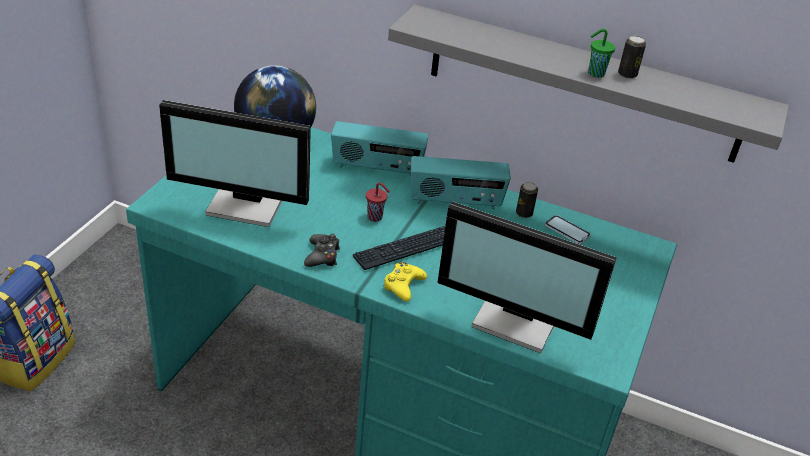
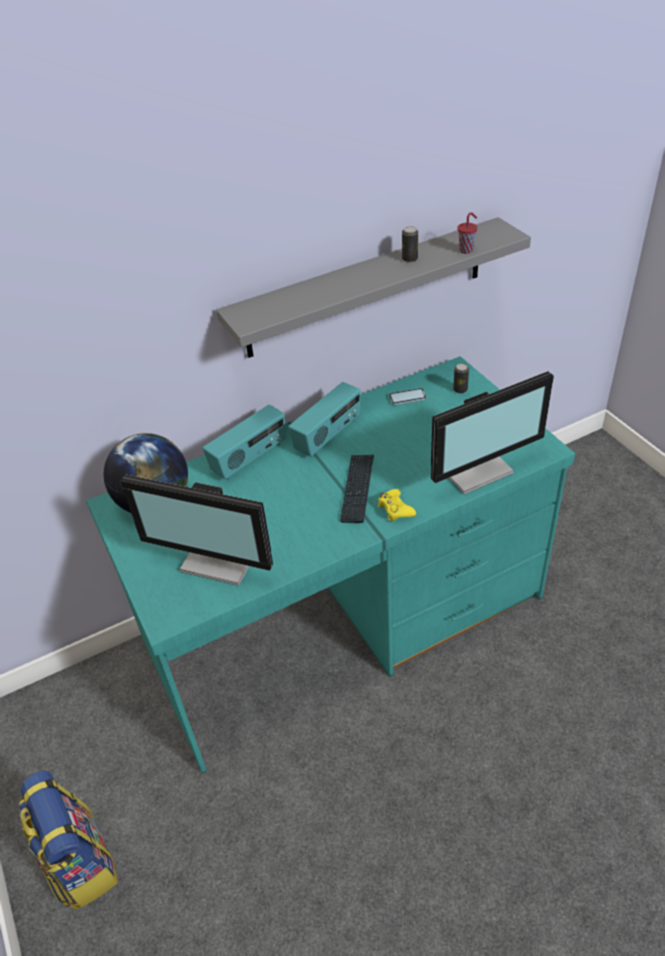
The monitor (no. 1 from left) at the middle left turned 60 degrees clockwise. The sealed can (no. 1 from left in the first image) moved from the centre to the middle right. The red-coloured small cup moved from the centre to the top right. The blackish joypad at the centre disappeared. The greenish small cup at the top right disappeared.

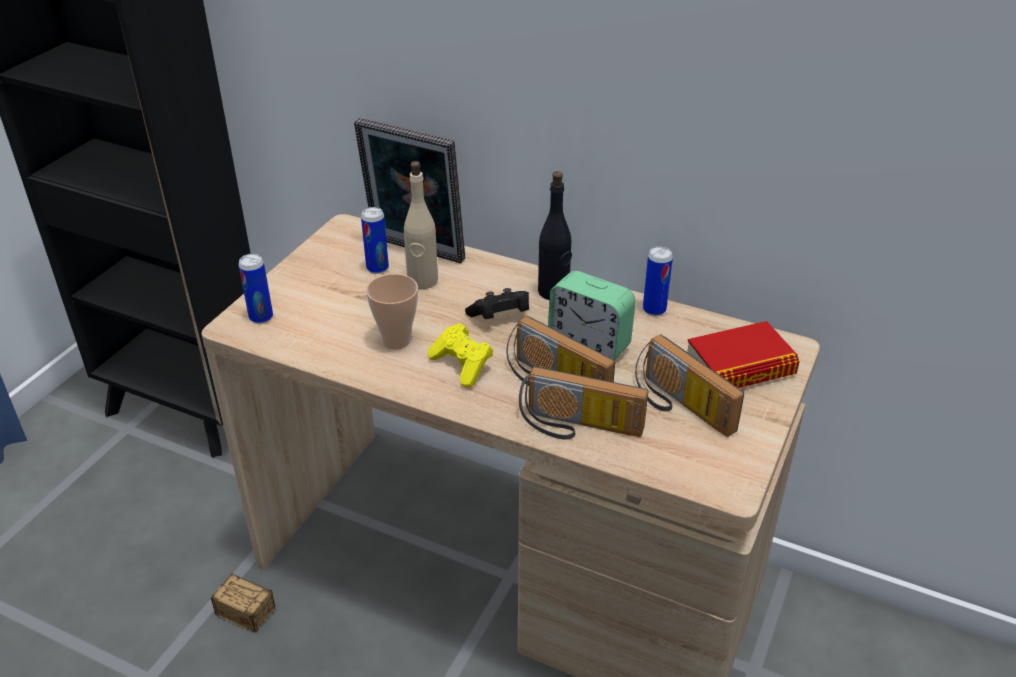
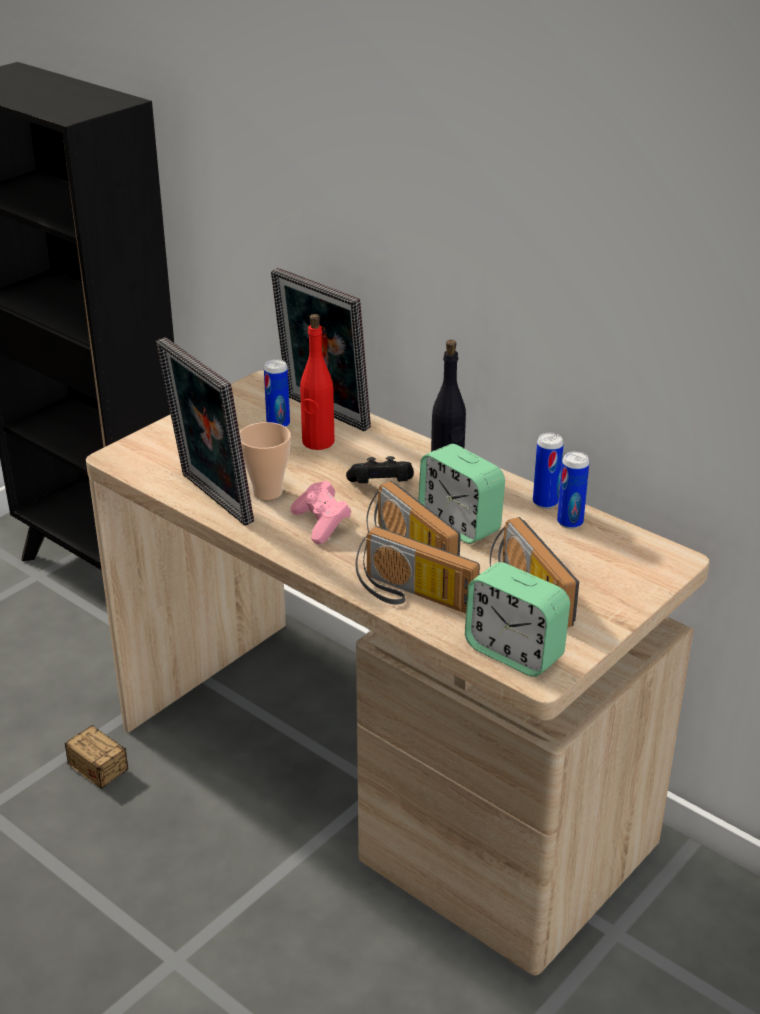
The standing frame (no. 1 from left) at the middle left appeared. The yellowish joypad at the centre became the pink joypad at the centre. The sand-coloured beverage bottle at the top centre became the red-coloured beverage bottle at the centre. The table clock (no. 2 from left) at the middle right appeared. The sealed can (no. 1 from left in the first image) moved from the middle left to the middle right. The volume at the middle right disappeared.

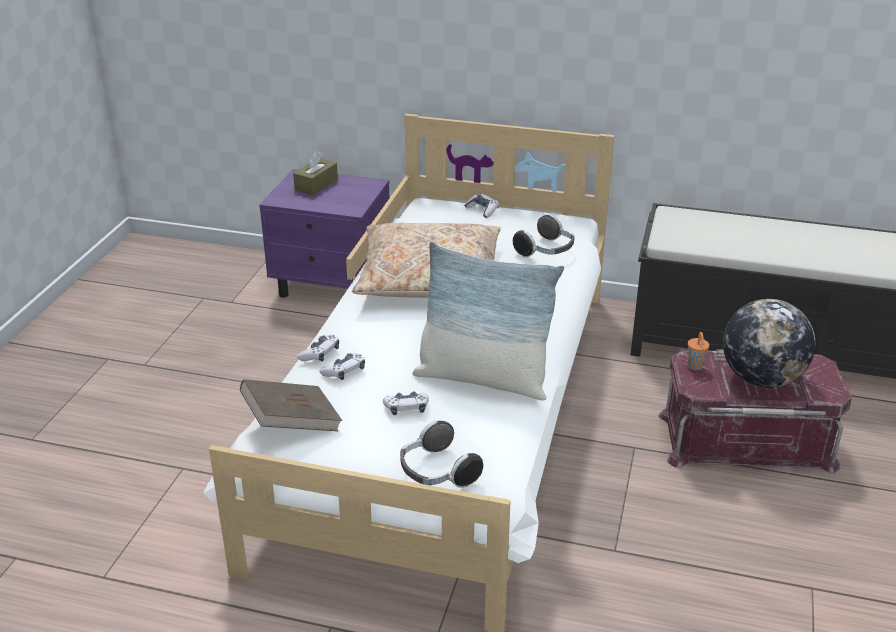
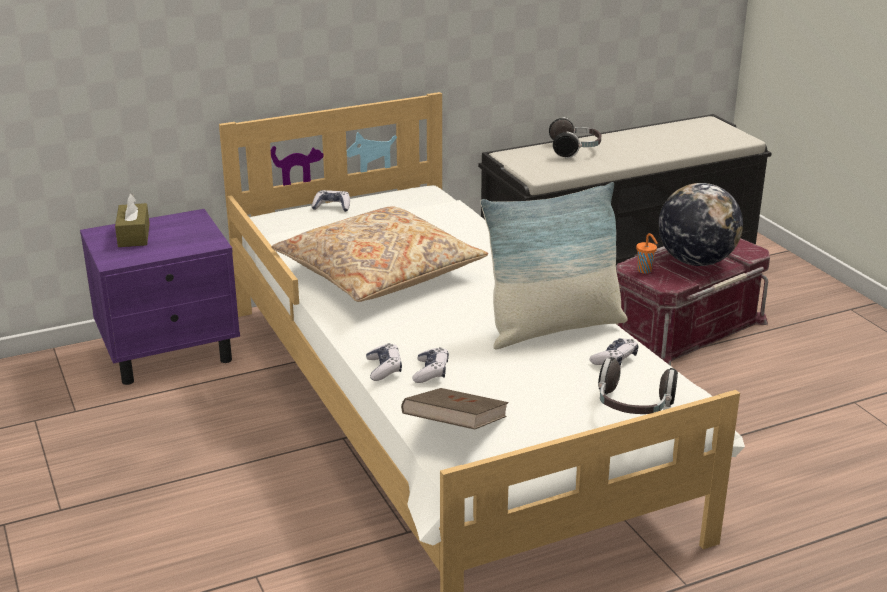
The pair of headphones (no. 2 from left in the first image) moved from the centre to the top centre. The joypad (no. 3 from left in the first image) moved from the centre to the middle right.

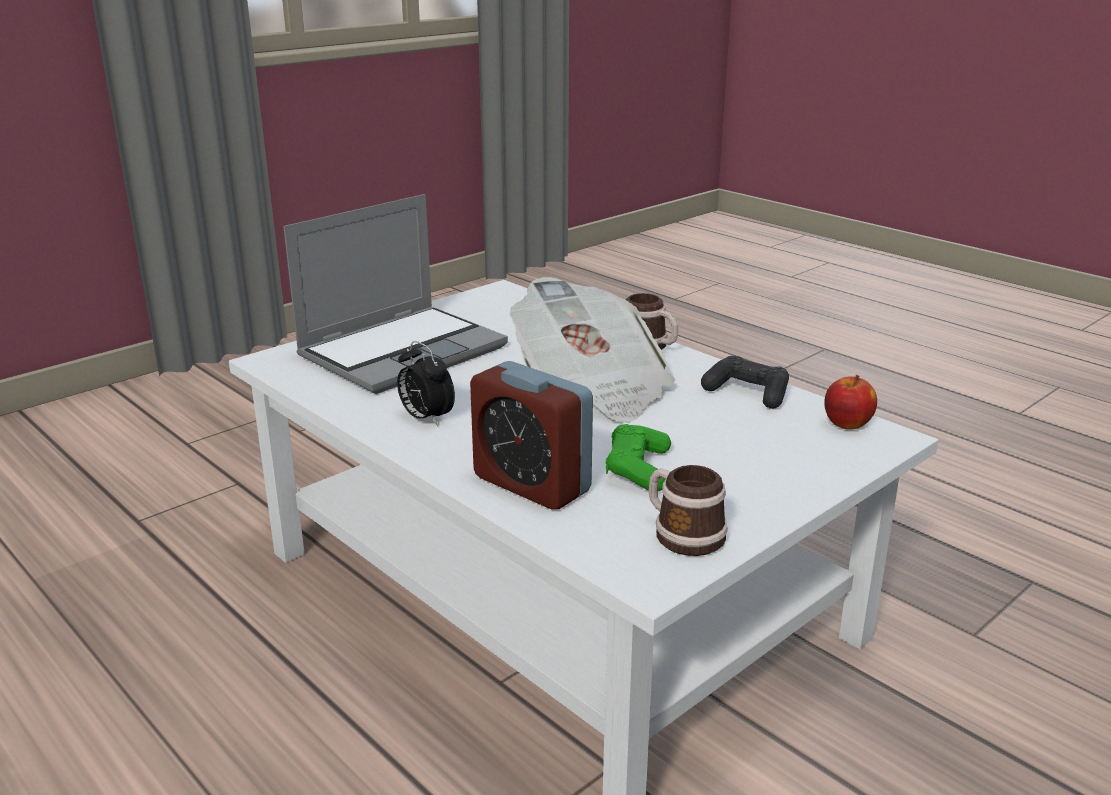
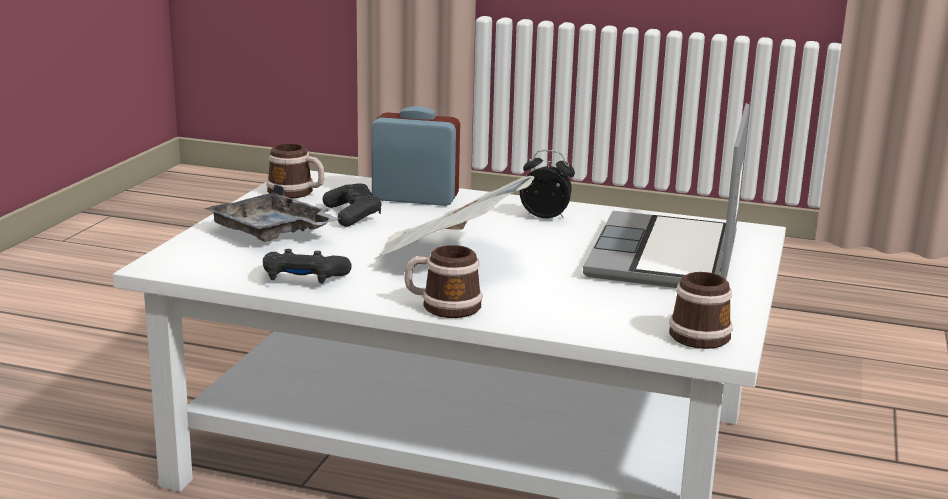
The grey serving tray at the middle left appeared. The greenish joypad at the centre became the blackish joypad (no. 2 from left) at the centre. The tea mug (no. 3 from left) at the middle right appeared. The apple at the middle right disappeared.

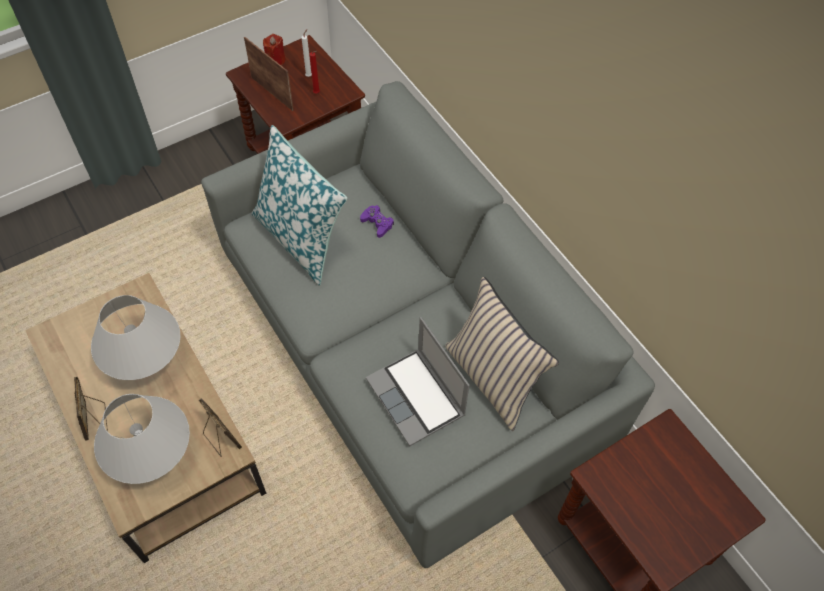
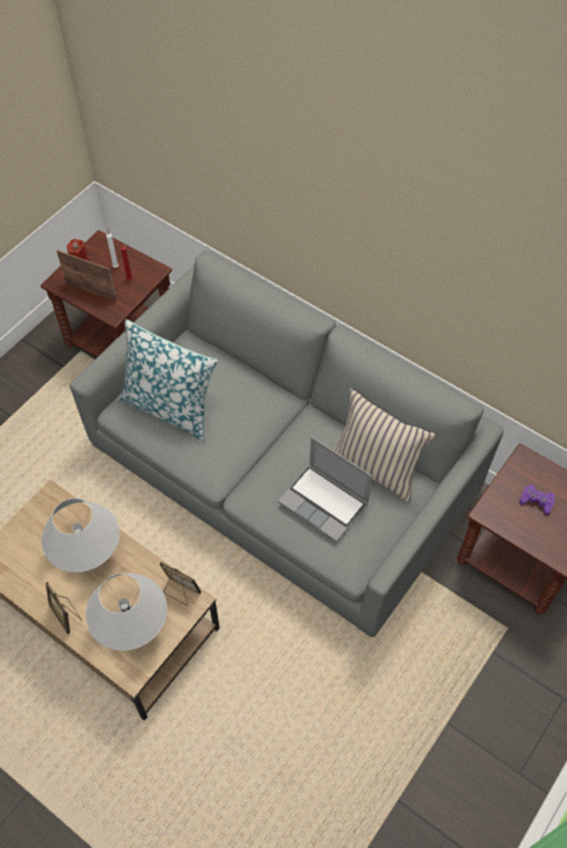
The purple joypad moved from the centre to the middle right.

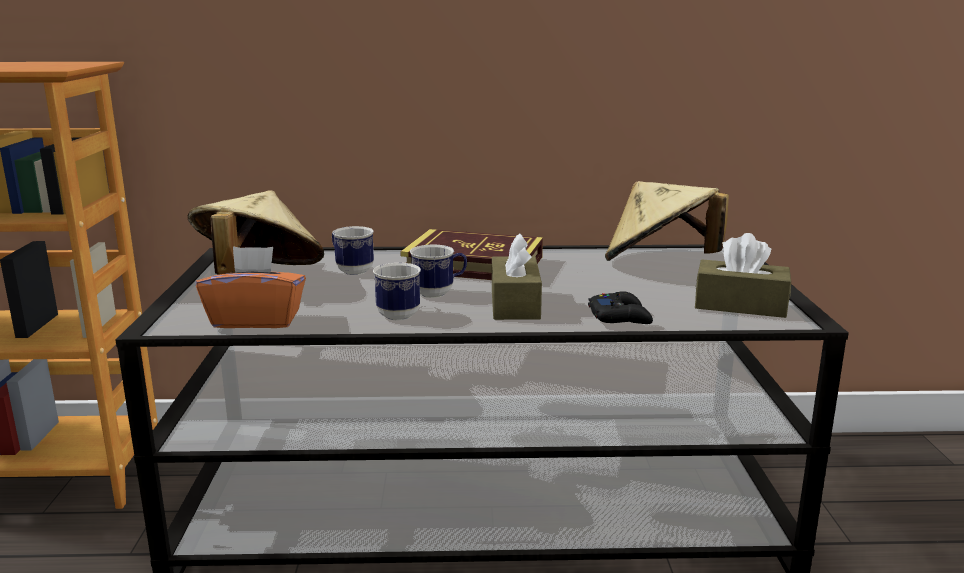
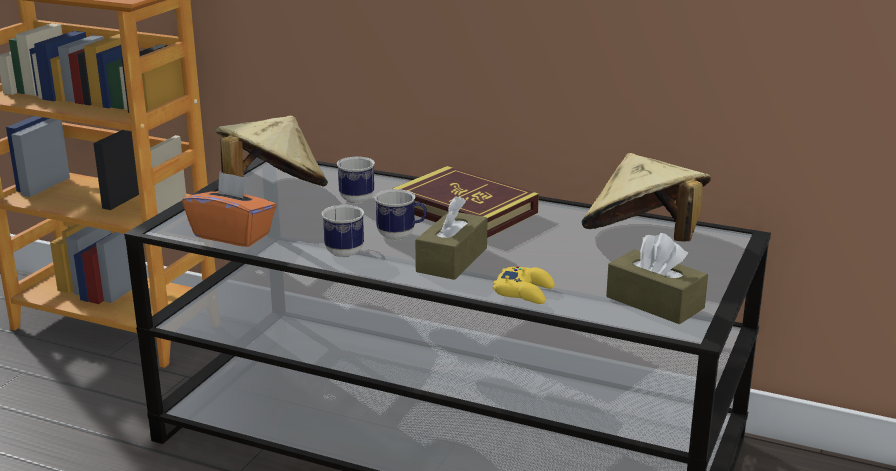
The blackish joypad at the centre became the yellowish joypad at the centre.

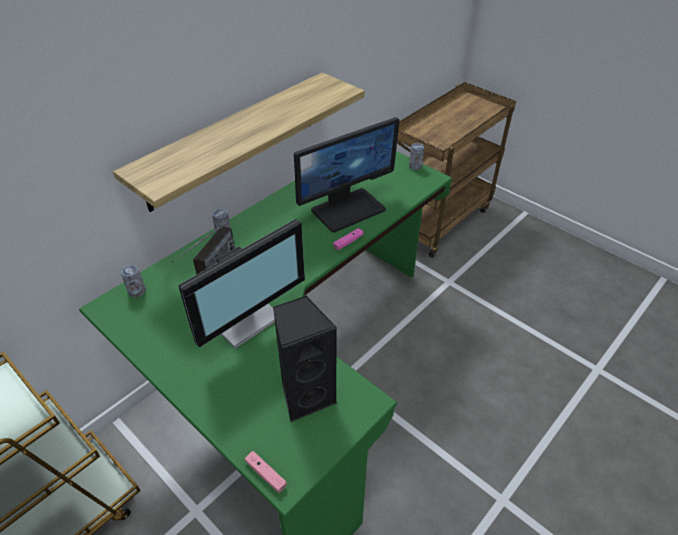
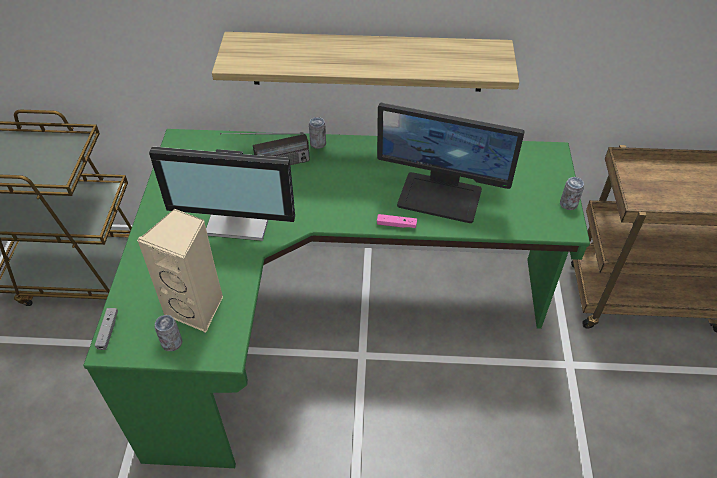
The pink joypad (no. 1 from left) at the bottom centre became the grey joypad at the bottom left. The blackish audio speaker at the bottom centre became the sand-coloured audio speaker at the middle left. The sealed can (no. 1 from left) moved from the middle left to the bottom left.

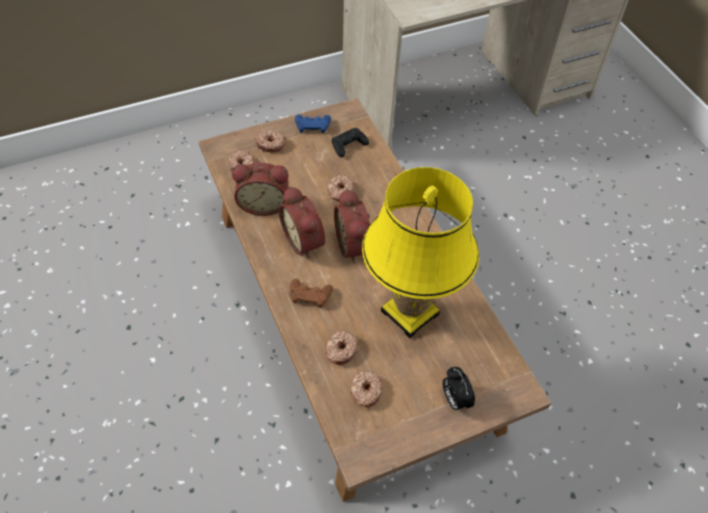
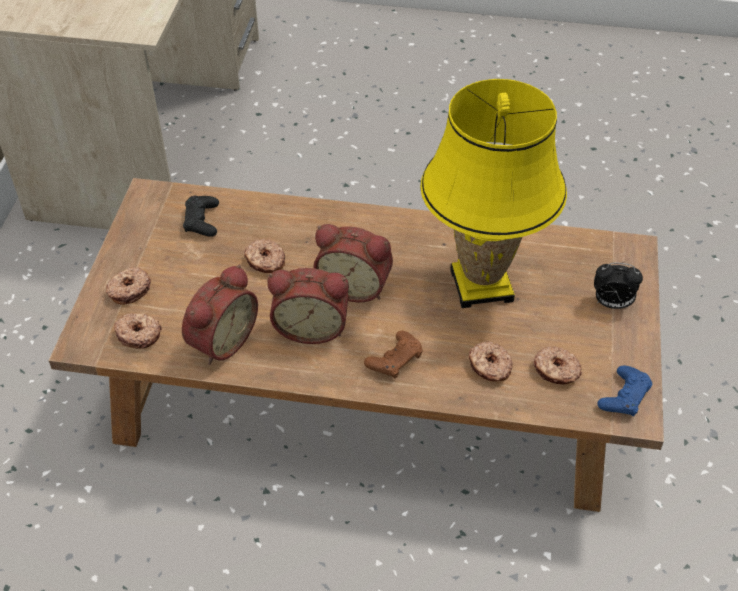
The blue joypad moved from the top centre to the middle right.

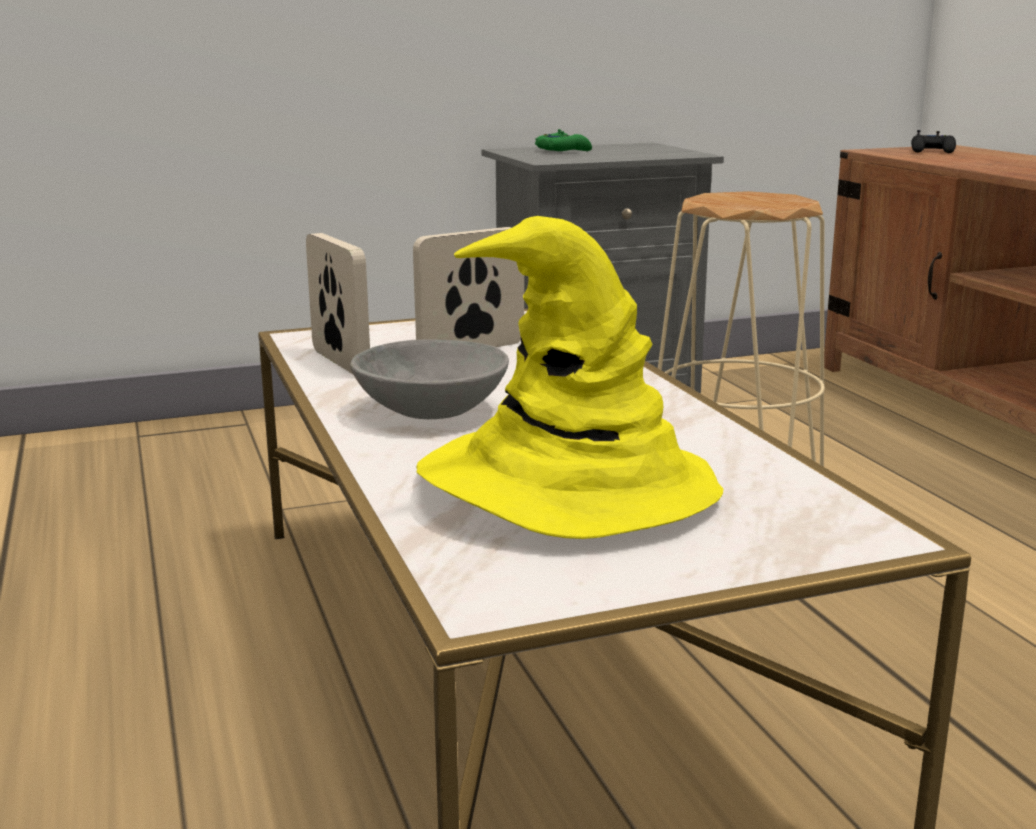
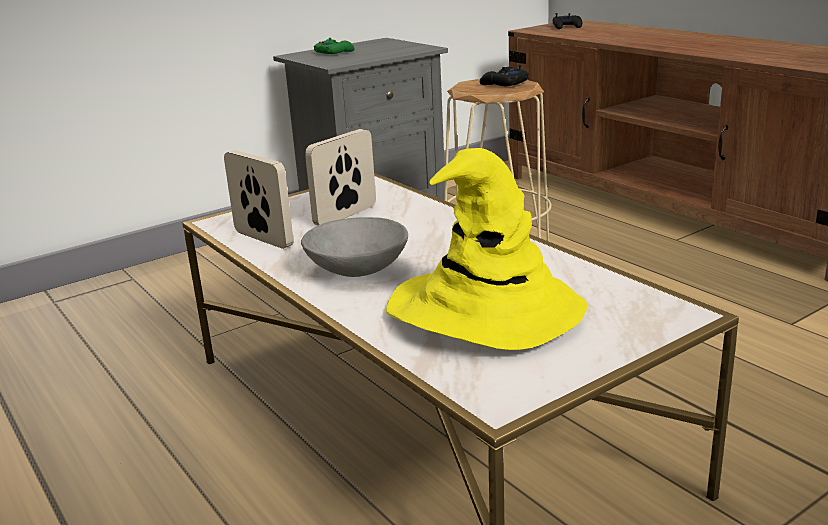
The blackish joypad (no. 1 from left) at the top centre appeared.

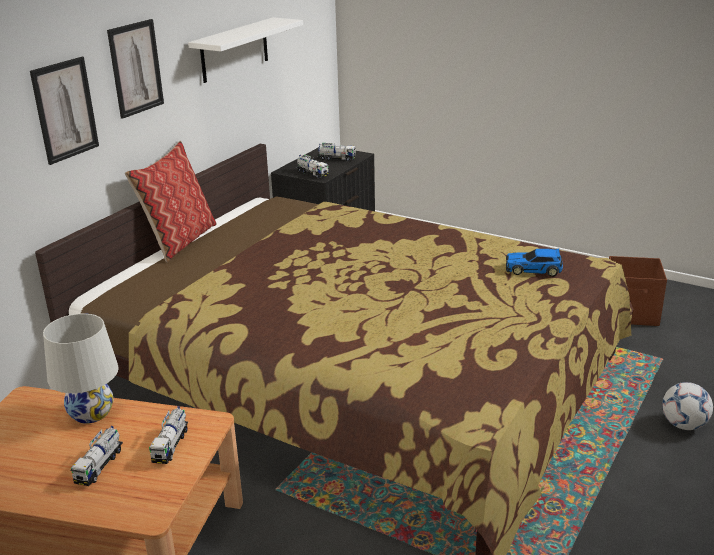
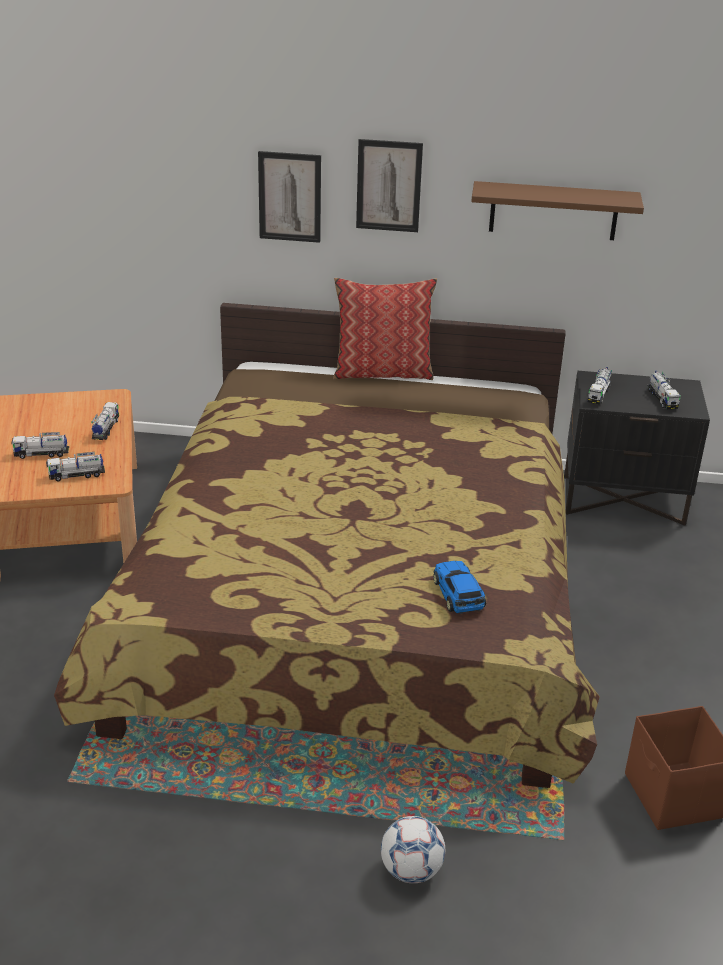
The whitish table lamp at the middle left was replaced by the toy truck (no. 3 from left) at the middle left. The whitish wall shelf at the top centre became the brown-coloured wall shelf at the top right.

